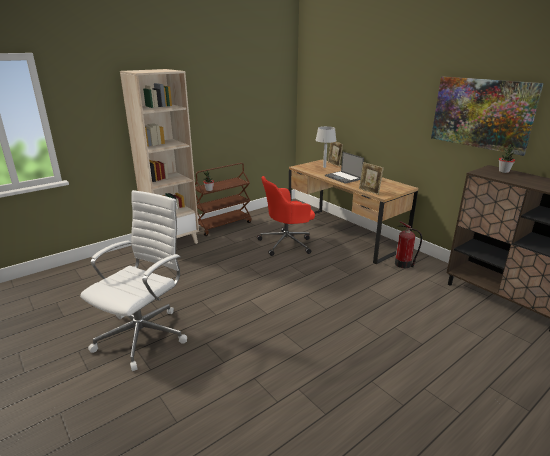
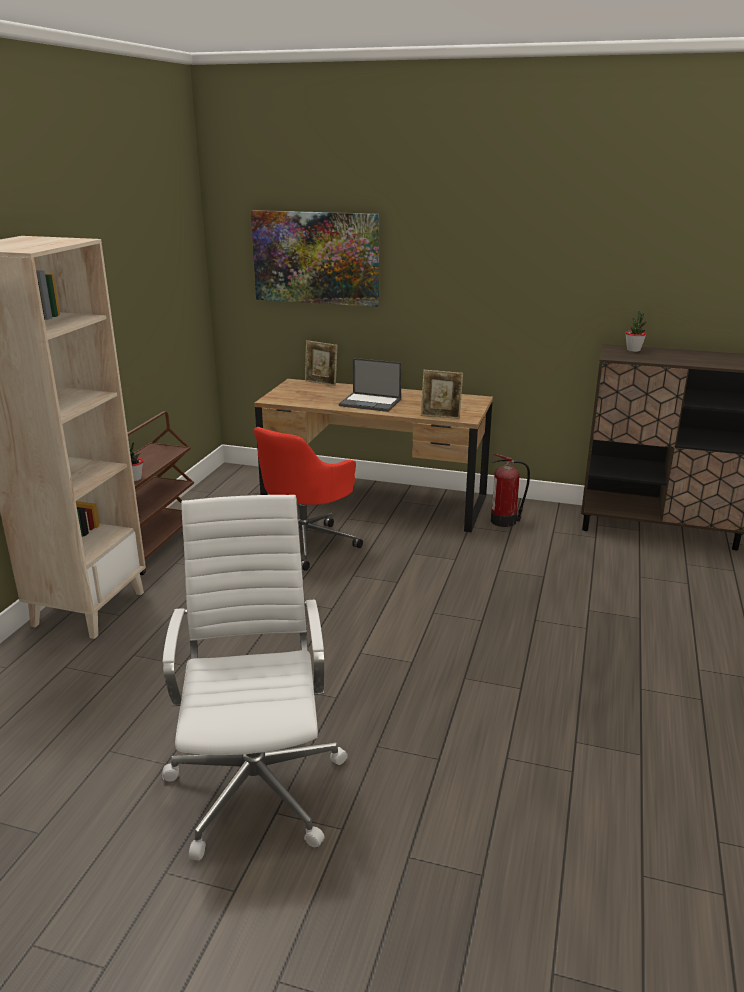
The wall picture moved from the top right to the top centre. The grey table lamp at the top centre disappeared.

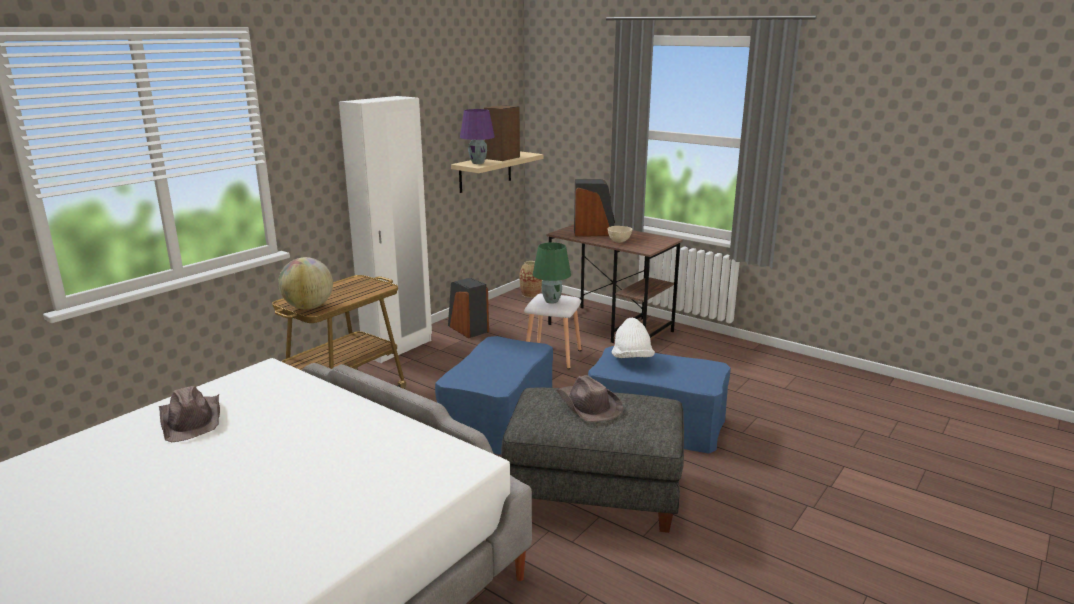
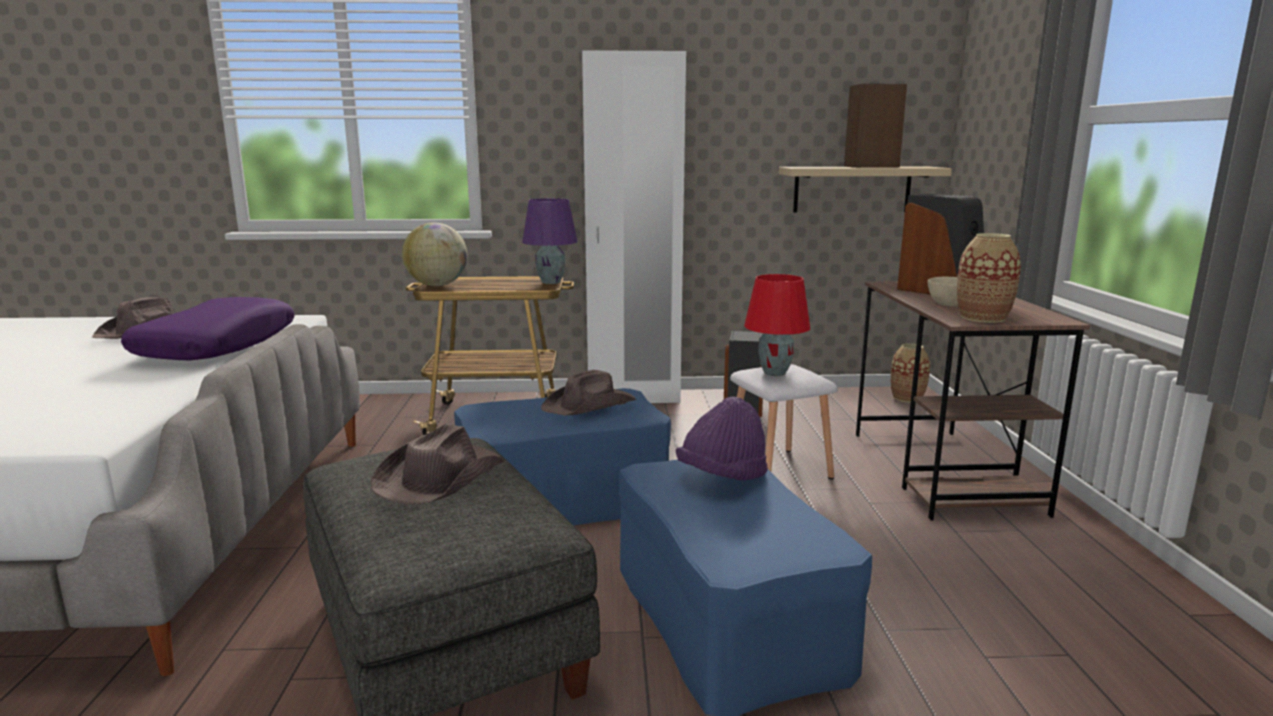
The purple pillow at the middle left appeared. The purple table lamp moved from the top centre to the centre. The brown-coloured hat (no. 3 from left) at the centre appeared. The whitish hat at the centre became the purple hat at the centre. The greenish table lamp at the centre became the red-coloured table lamp at the centre. The vase (no. 2 from left) at the middle right appeared.

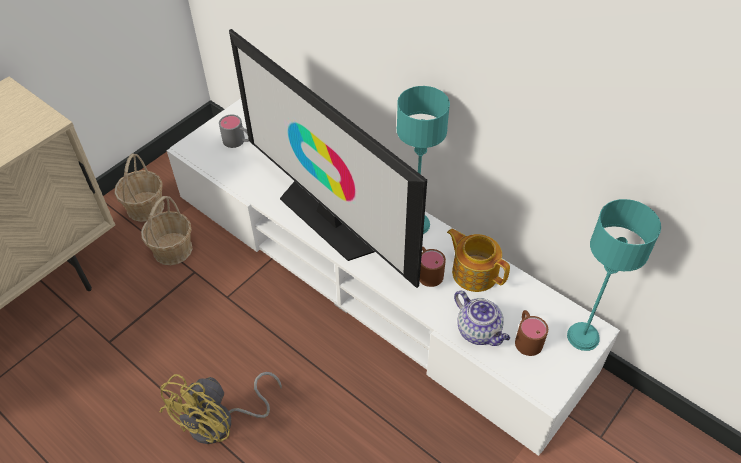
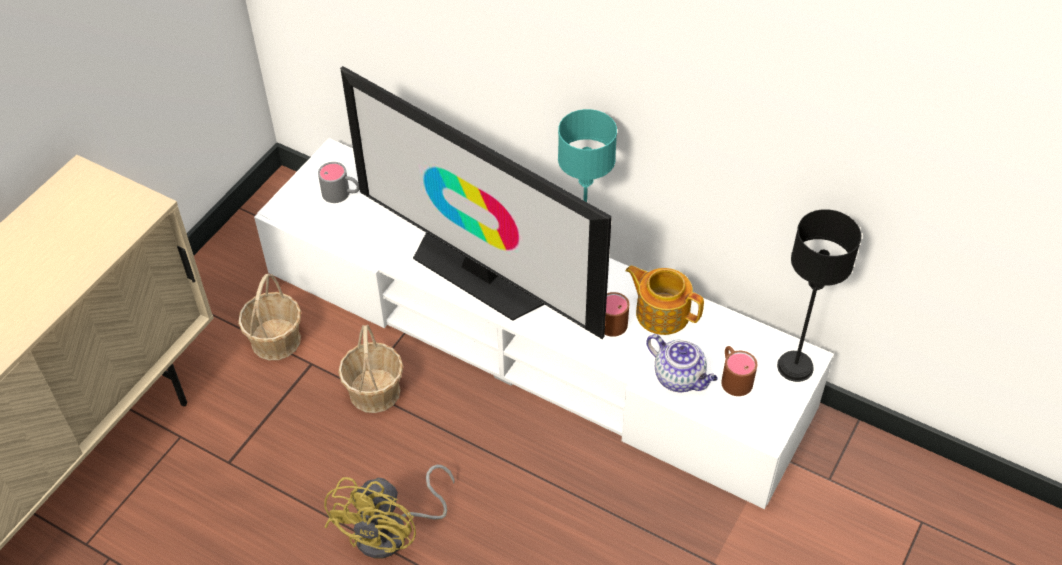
The basket (no. 1 from left in the first image) moved from the middle left to the centre. The blue-green table lamp (no. 2 from left) at the middle right became the blackish table lamp at the middle right.

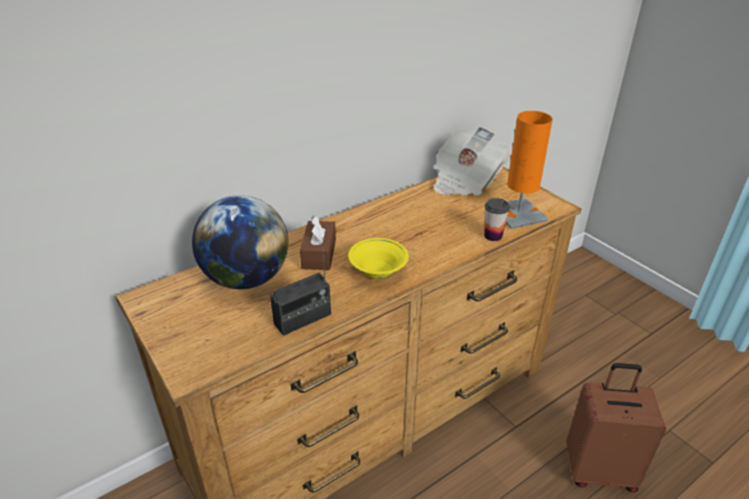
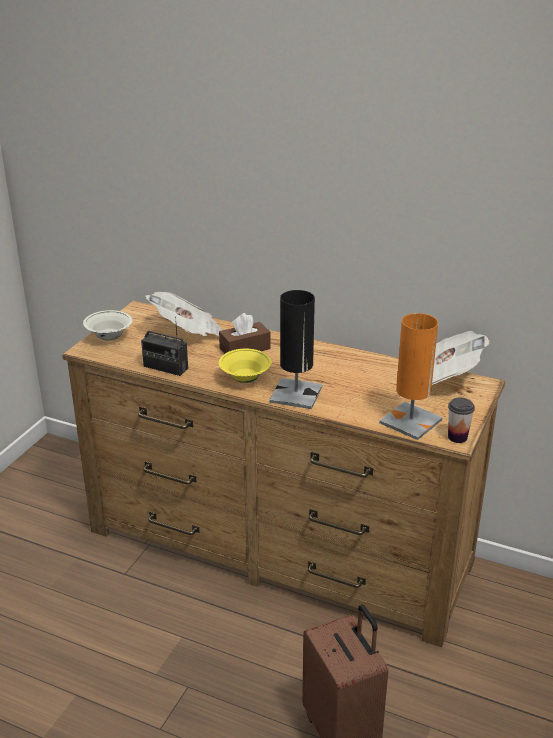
The whitish serving bowl at the middle left appeared. The globe at the middle left was replaced by the printed paper (no. 1 from left) at the middle left. The blackish table lamp at the centre appeared. The small cup moved from the centre to the middle right.

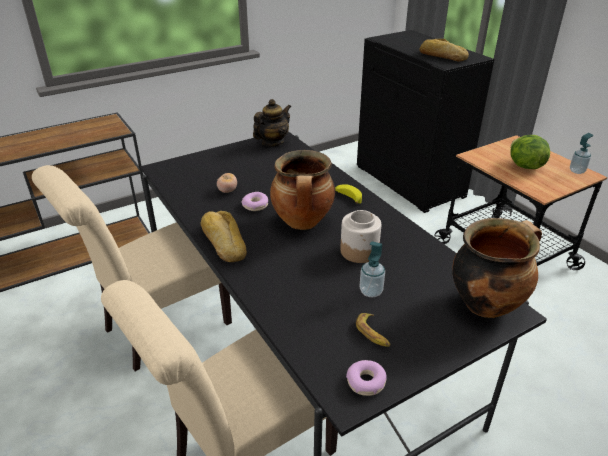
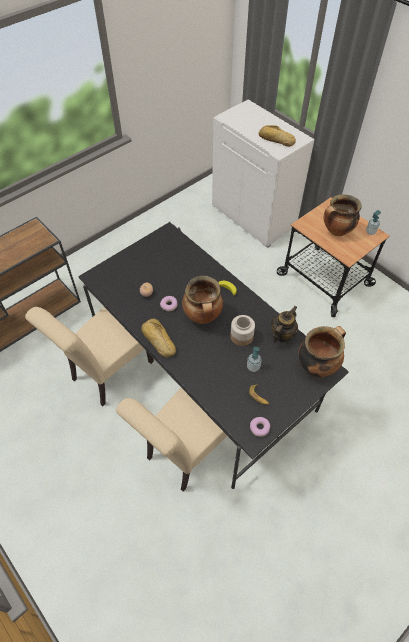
The blackish cabinet at the top right became the whitish cabinet at the top centre. The pot for tea moved from the top centre to the middle right. The lettuce at the middle right was replaced by the saucepot (no. 3 from left) at the middle right.

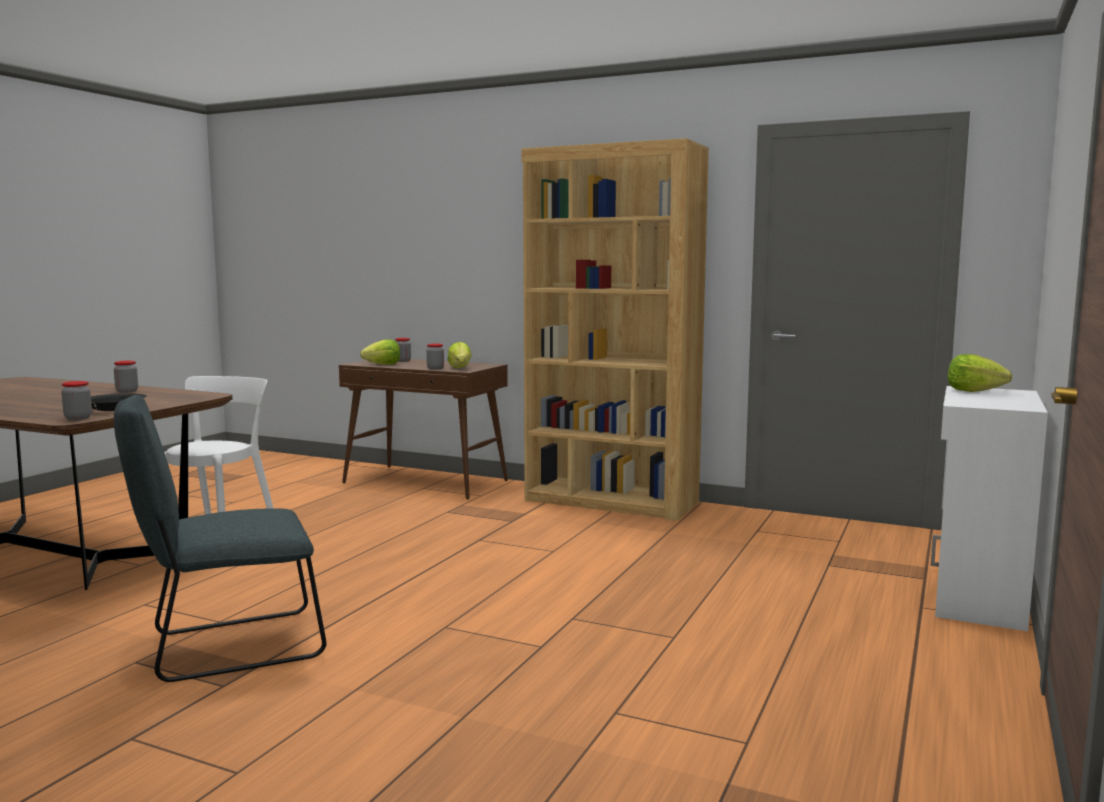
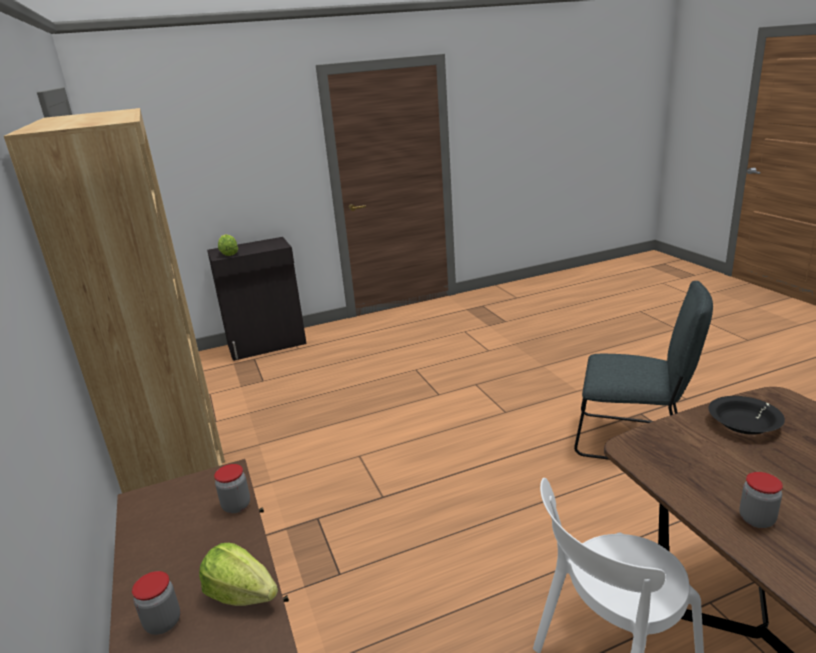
The whitish cabinet at the middle right became the blackish cabinet at the middle left. The storage jar (no. 1 from left) at the middle left disappeared. The lettuce (no. 2 from left) at the centre disappeared.

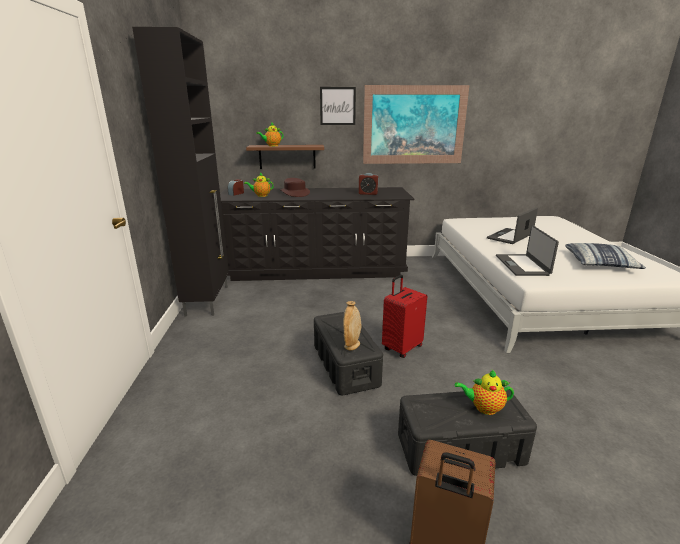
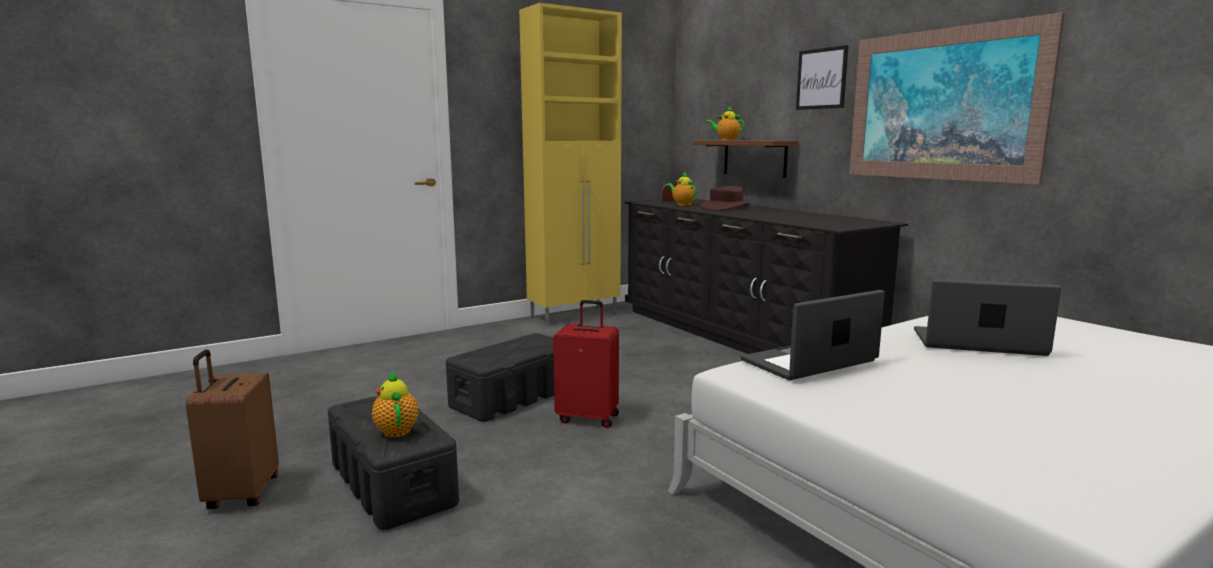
The blackish cabinet at the top left became the yellowish cabinet at the top centre. The sand-coloured vase at the centre disappeared. The table clock (no. 2 from left) at the centre disappeared. The pillow at the middle right disappeared.

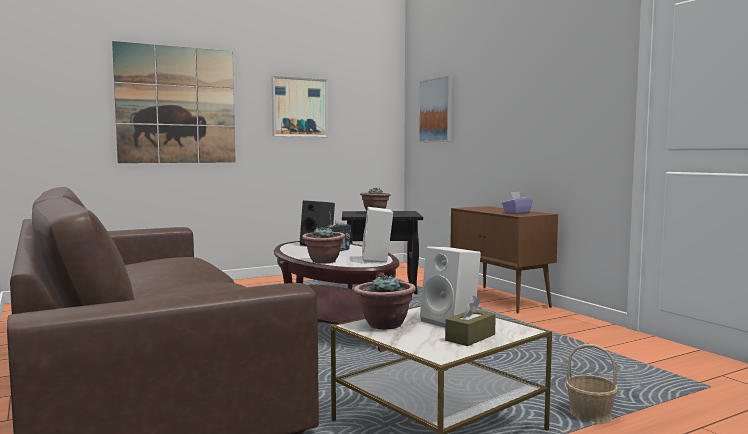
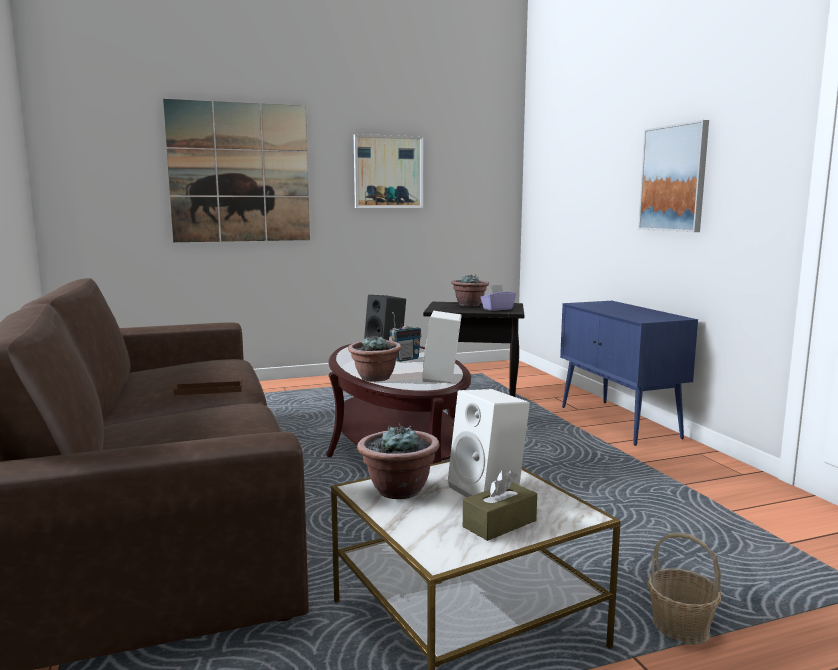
The brown-coloured serving tray at the middle left appeared. The purple tissue holder moved from the middle right to the centre. The brown-coloured cabinet at the middle right became the blue cabinet at the middle right. The wall picture (no. 3 from left) moved from the top centre to the top right.

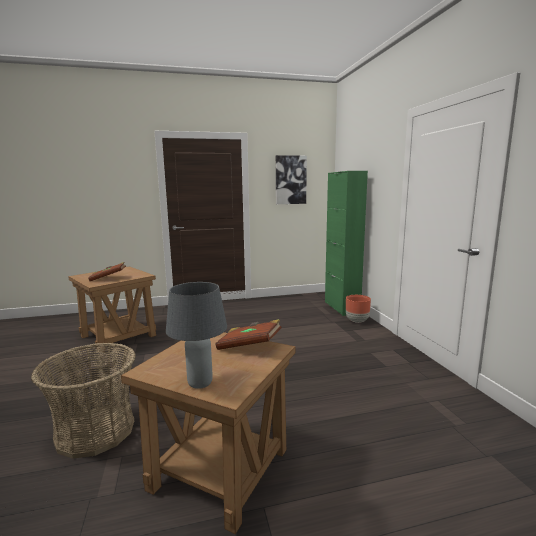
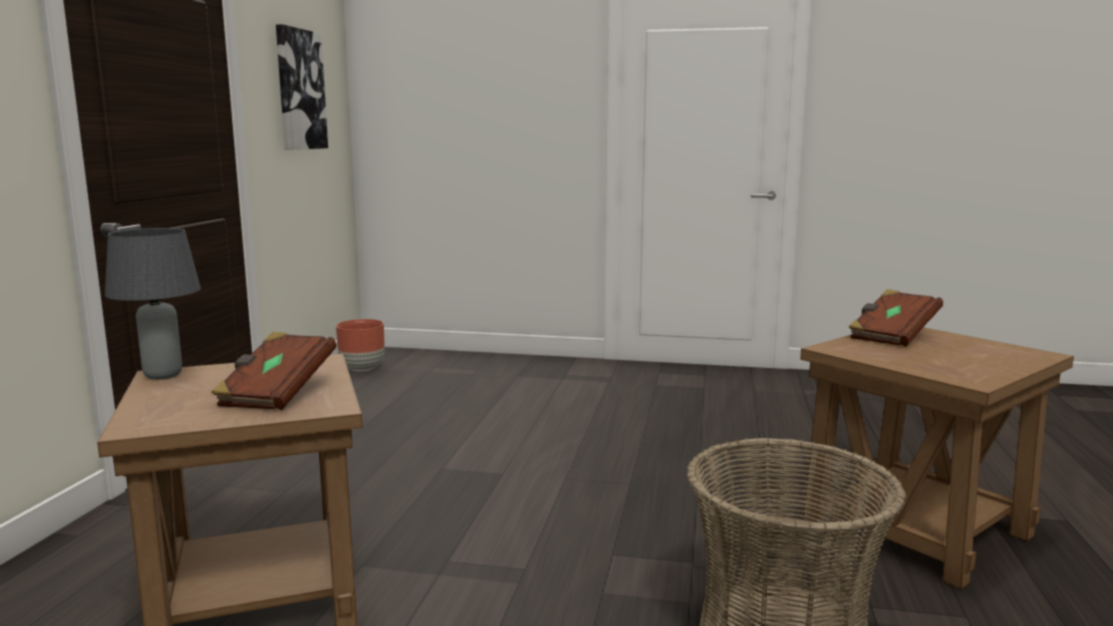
The grey table lamp moved from the centre to the middle left. The brown-coloured flower pot moved from the middle right to the middle left. The greenish cabinet at the centre disappeared.

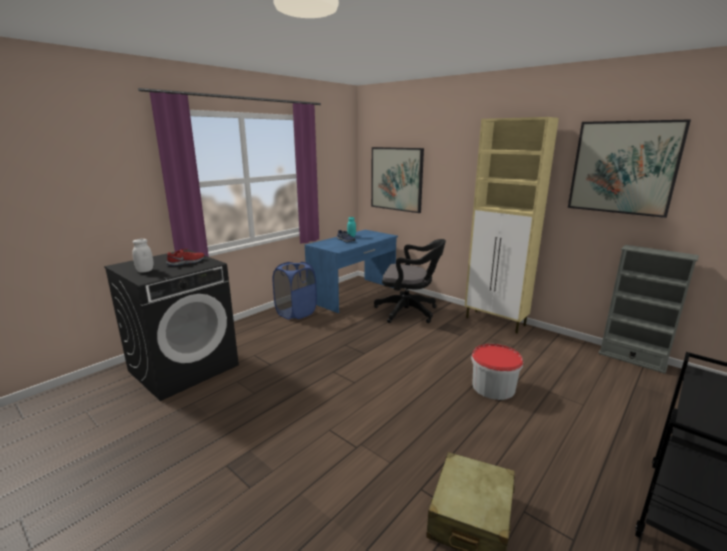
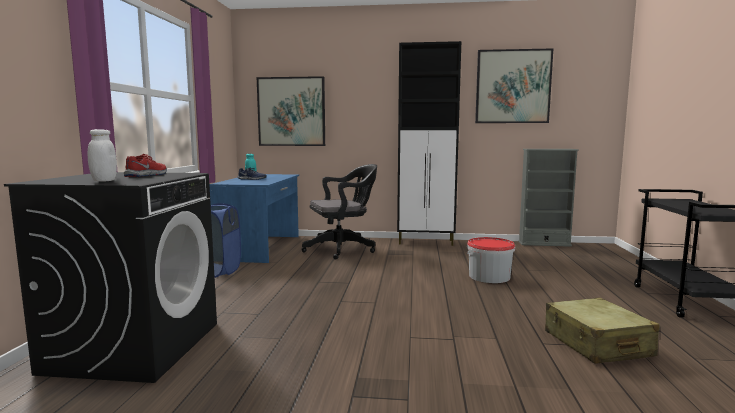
The sand-coloured cabinet at the middle right became the blackish cabinet at the centre.

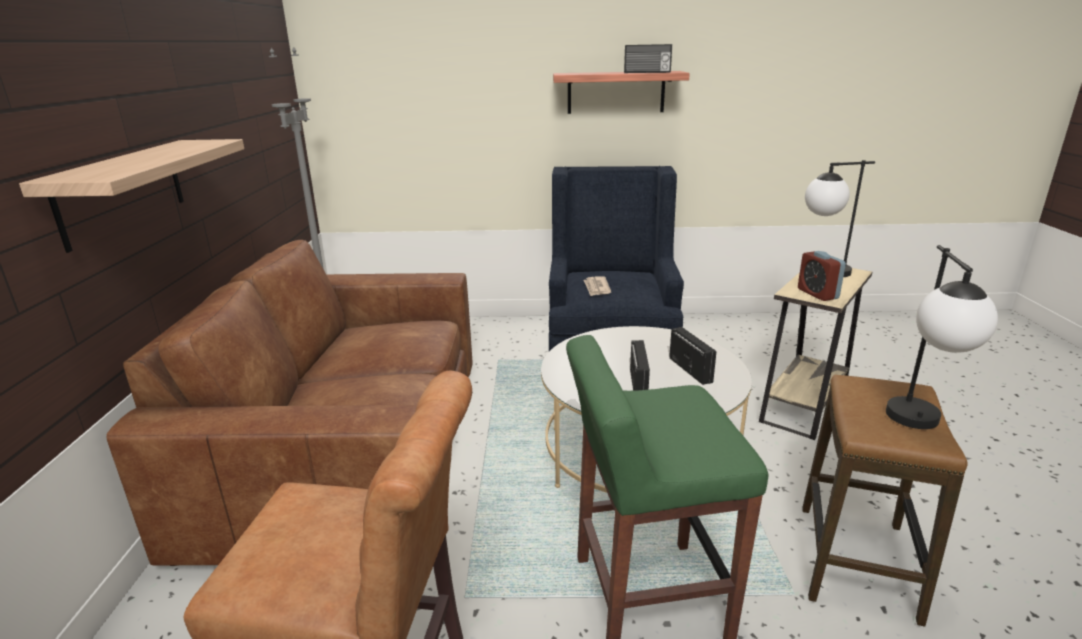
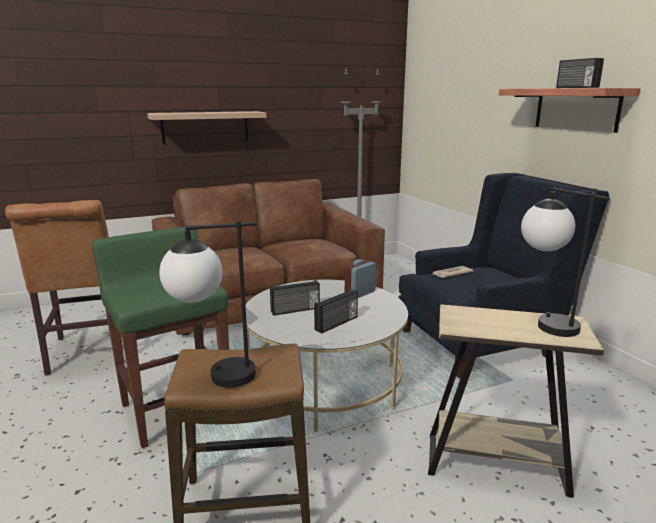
The table clock moved from the middle right to the centre.

